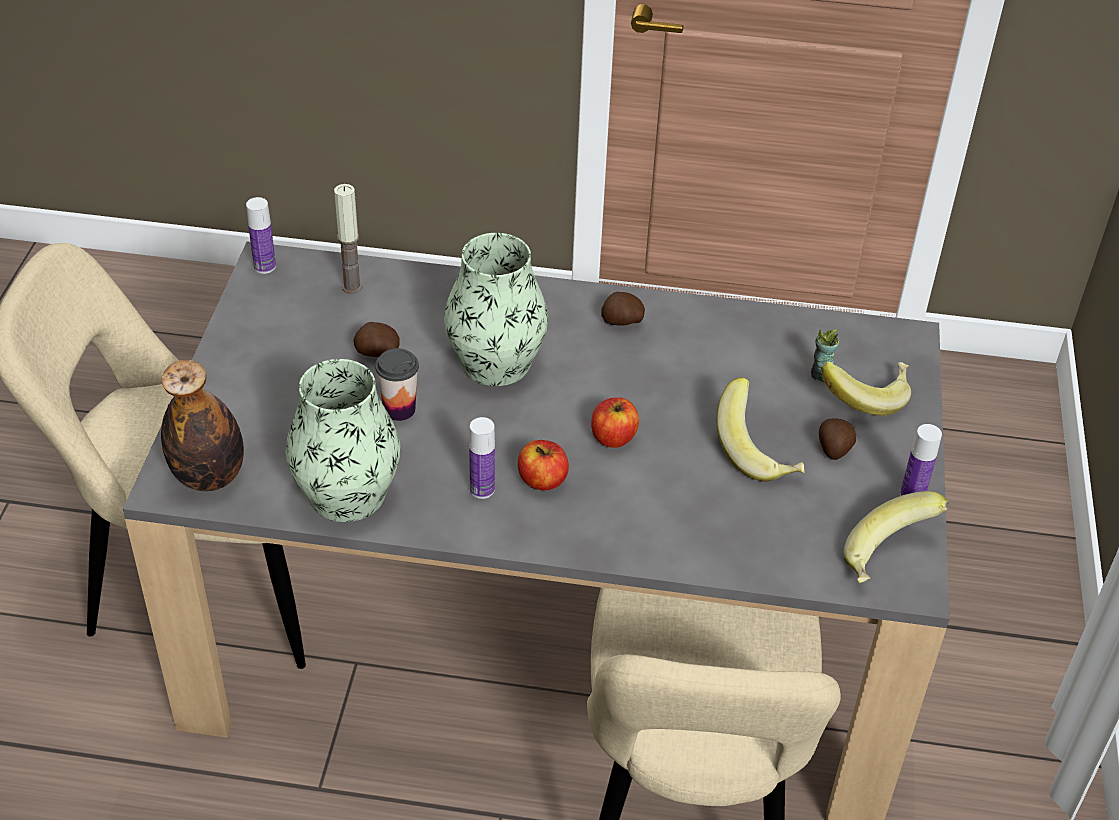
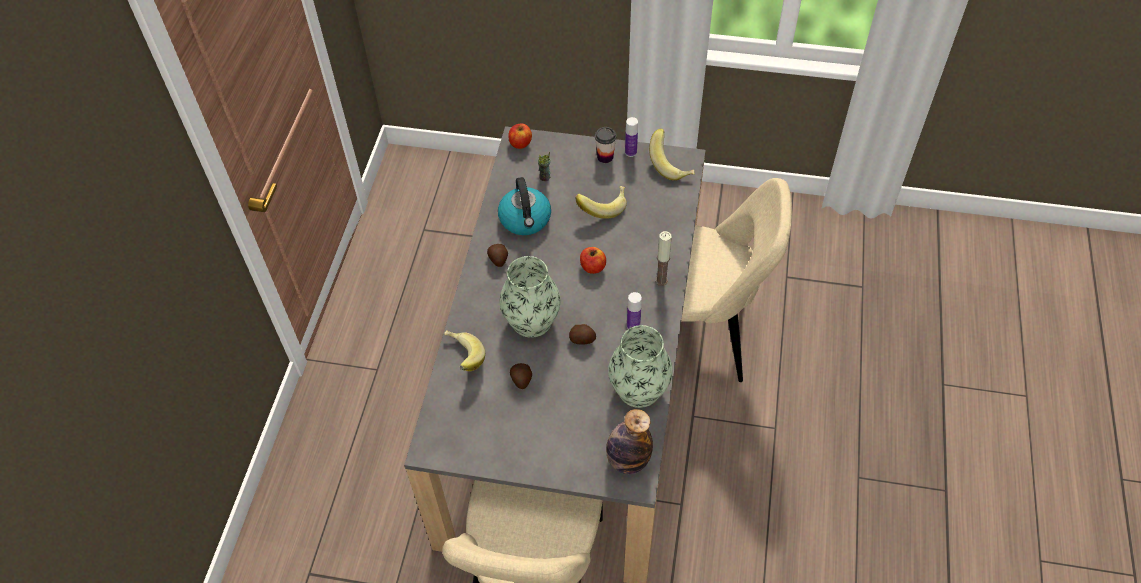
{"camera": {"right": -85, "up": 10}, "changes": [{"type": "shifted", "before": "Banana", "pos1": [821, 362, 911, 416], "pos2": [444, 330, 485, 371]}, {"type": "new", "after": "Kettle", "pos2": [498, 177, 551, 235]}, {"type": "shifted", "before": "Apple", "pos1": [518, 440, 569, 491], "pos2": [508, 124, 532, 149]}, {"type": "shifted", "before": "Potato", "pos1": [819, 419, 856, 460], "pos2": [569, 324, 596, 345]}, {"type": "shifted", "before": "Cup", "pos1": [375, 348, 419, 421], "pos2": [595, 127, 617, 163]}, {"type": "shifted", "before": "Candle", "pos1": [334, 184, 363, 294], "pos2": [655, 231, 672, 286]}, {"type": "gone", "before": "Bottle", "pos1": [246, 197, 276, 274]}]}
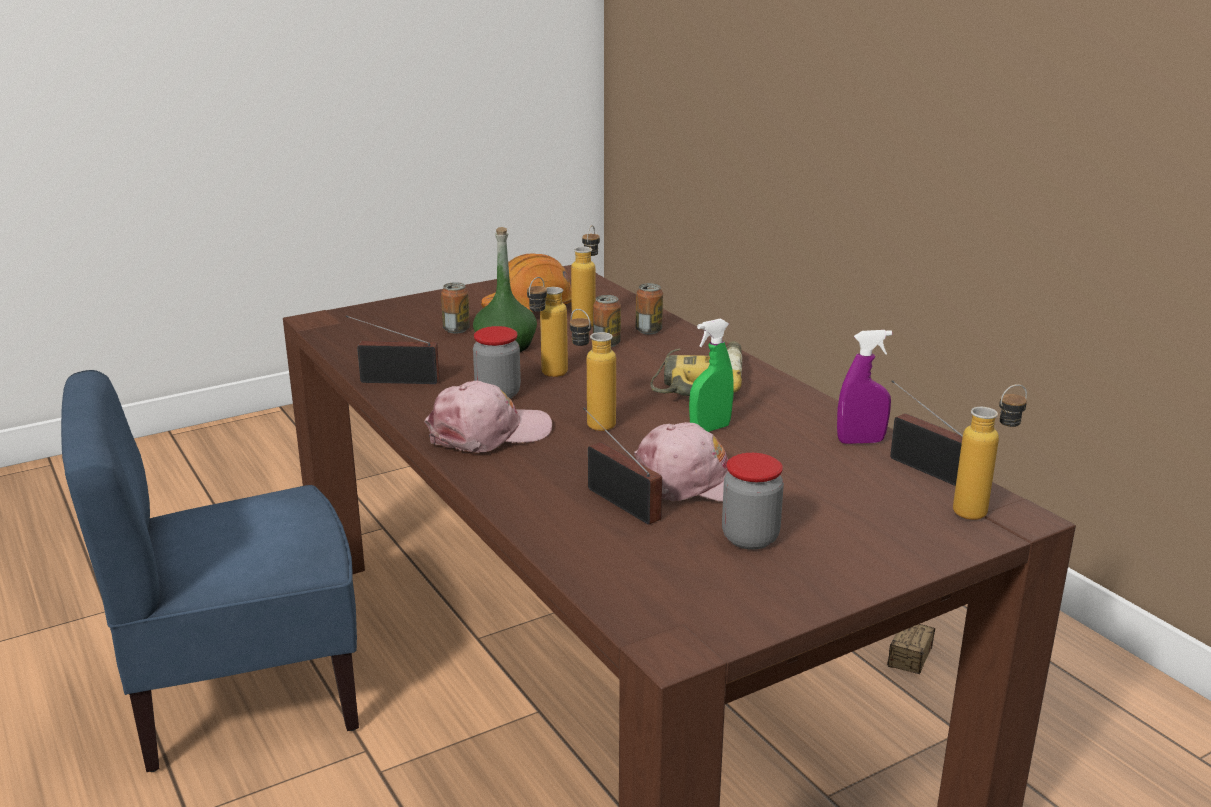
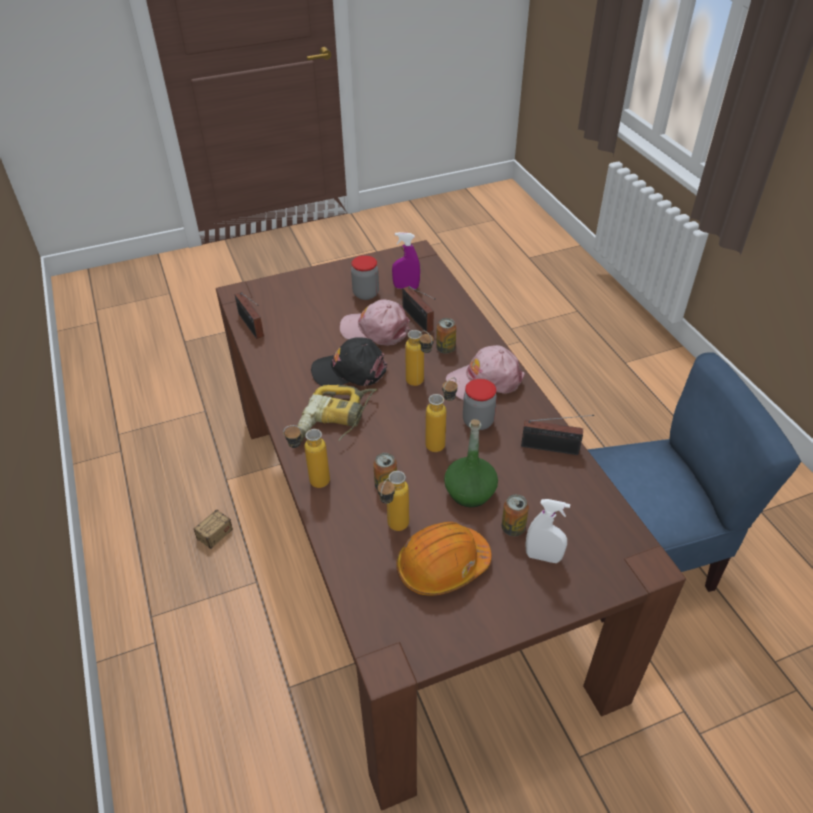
{"camera": {"right": -170, "up": 20}, "changes": [{"type": "shifted", "before": "Bottle", "pos1": [953, 384, 1027, 520], "pos2": [283, 425, 330, 488]}, {"type": "swapped", "before": "GreenSprayBottle", "after": "BlackCap", "pos1": [689, 319, 734, 432], "pos2": [311, 337, 387, 386]}, {"type": "shifted", "before": "PurpleSprayBottle", "pos1": [837, 330, 892, 444], "pos2": [392, 232, 420, 289]}, {"type": "shifted", "before": "Can", "pos1": [635, 283, 663, 334], "pos2": [436, 318, 456, 354]}, {"type": "new", "after": "WhiteSprayBottle", "pos2": [525, 499, 570, 563]}]}
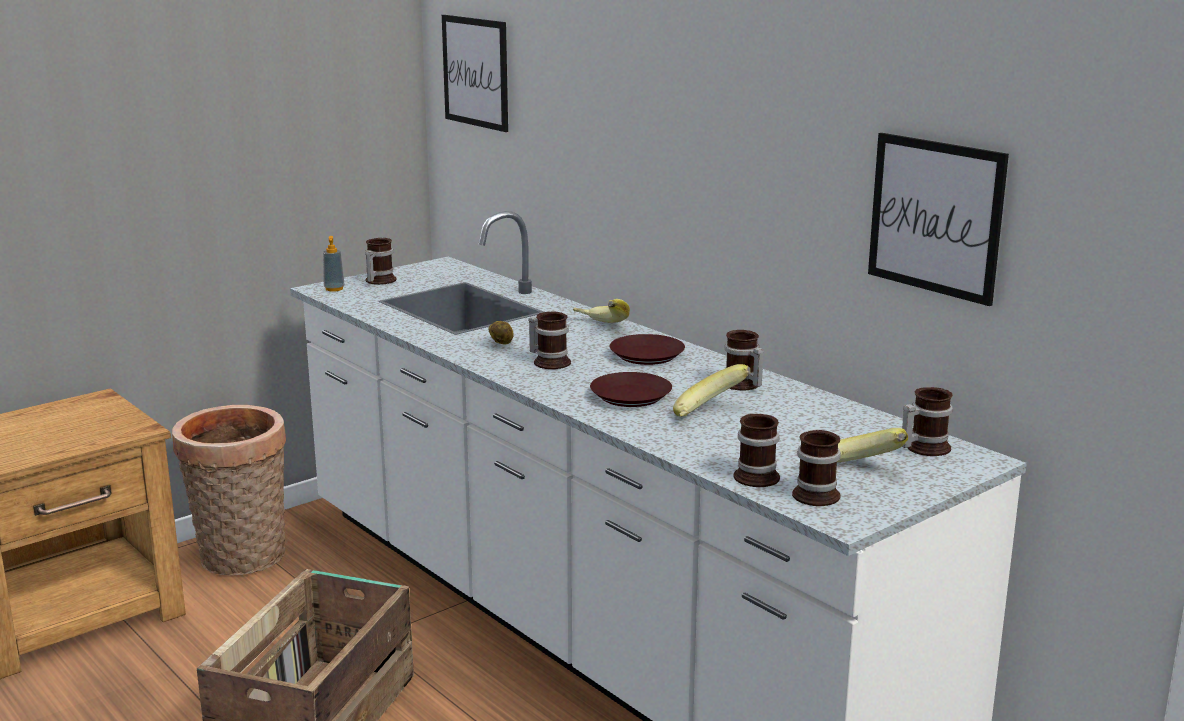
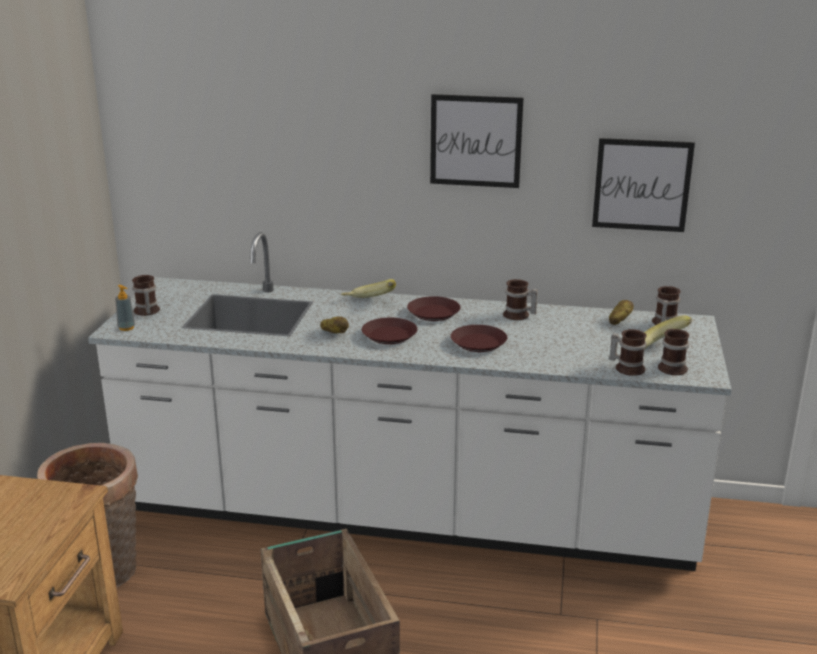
{"camera": {"right": -40, "up": 5}, "changes": [{"type": "swapped", "before": "Mug", "after": "BrownPlate", "pos1": [529, 312, 571, 369], "pos2": [362, 318, 417, 344]}, {"type": "shifted", "before": "Picture", "pos1": [442, 15, 508, 132], "pos2": [430, 94, 523, 188]}, {"type": "new", "after": "Potato", "pos2": [609, 300, 634, 325]}, {"type": "gone", "before": "Banana", "pos1": [673, 364, 751, 417]}]}
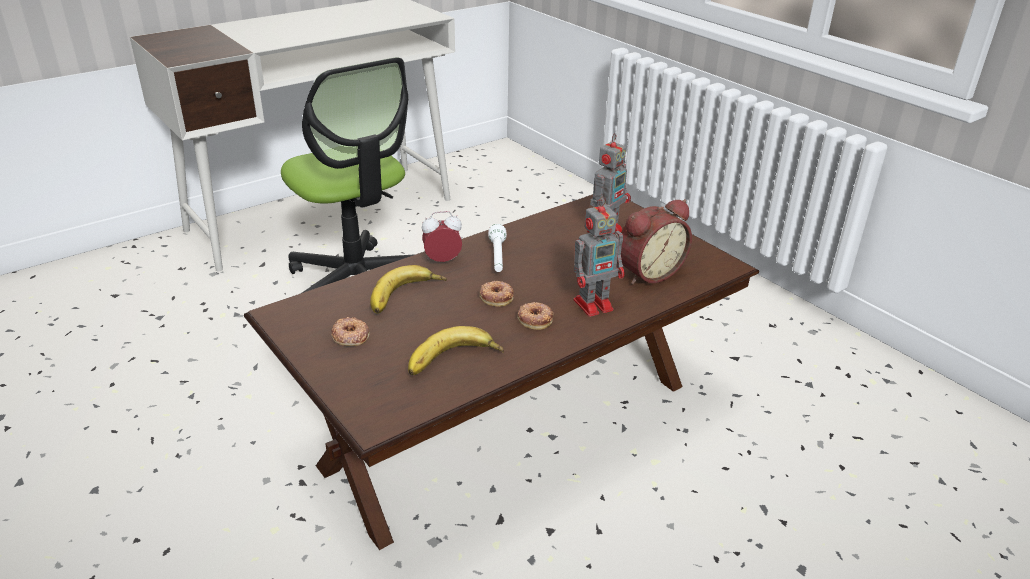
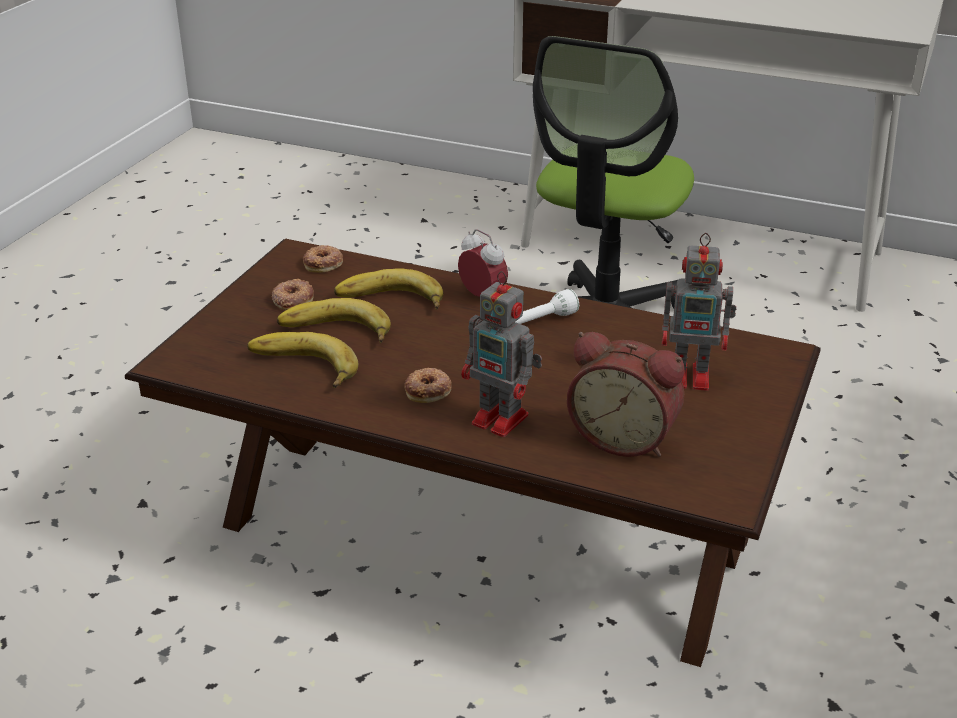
{"camera": {"right": 60, "up": 0}, "changes": [{"type": "new", "after": "Banana", "pos2": [277, 298, 391, 343]}, {"type": "shifted", "before": "Donut", "pos1": [479, 281, 514, 307], "pos2": [303, 245, 343, 273]}]}
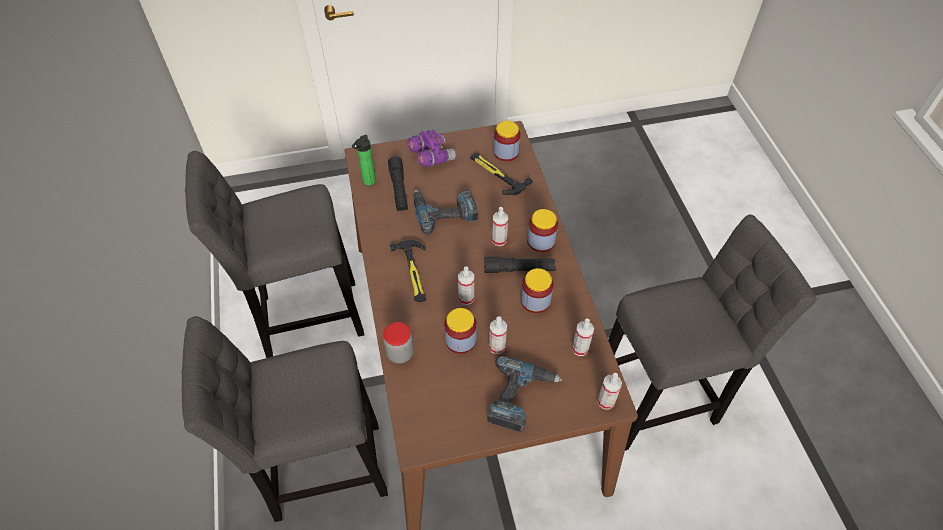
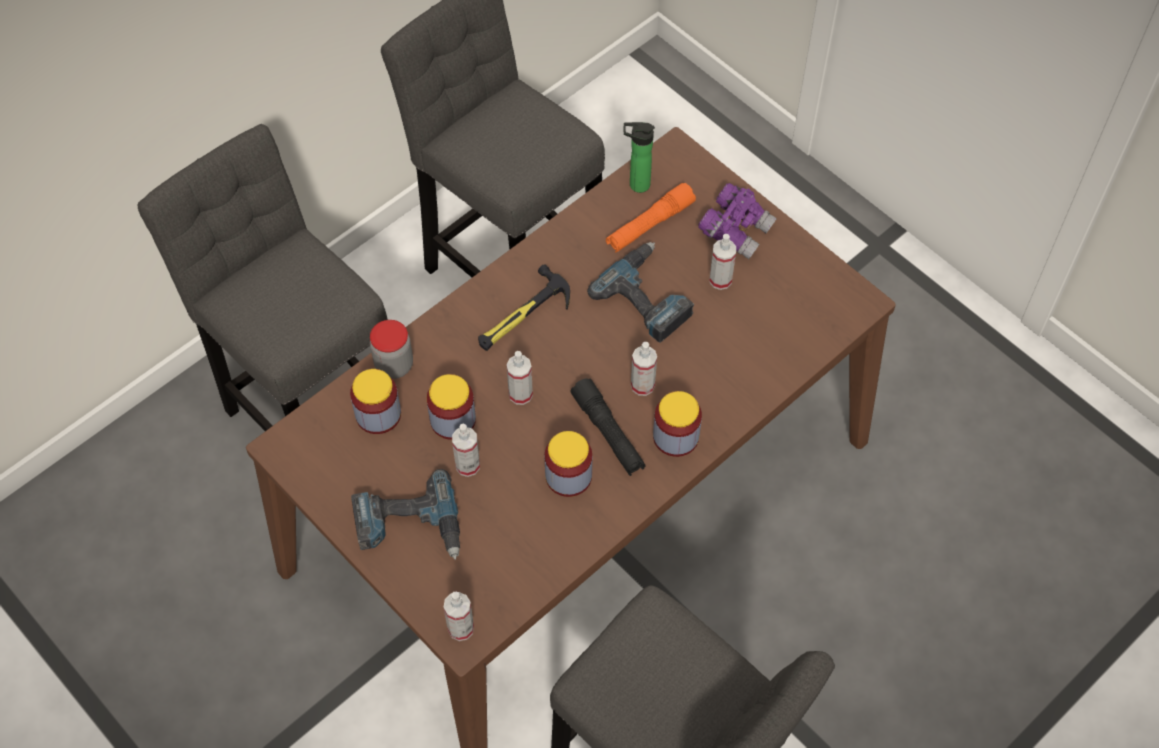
{"camera": {"right": 60, "up": 5}, "changes": [{"type": "shifted", "before": "Jar", "pos1": [493, 121, 520, 161], "pos2": [350, 369, 401, 434]}, {"type": "repainted", "before": "BlackFlashlight", "after": "OrangeFlashlight", "pos1": [388, 156, 408, 211], "pos2": [606, 183, 696, 252]}, {"type": "shifted", "before": "SprayBottle", "pos1": [572, 319, 594, 356], "pos2": [709, 234, 736, 290]}, {"type": "gone", "before": "Hammer", "pos1": [470, 153, 532, 195]}]}
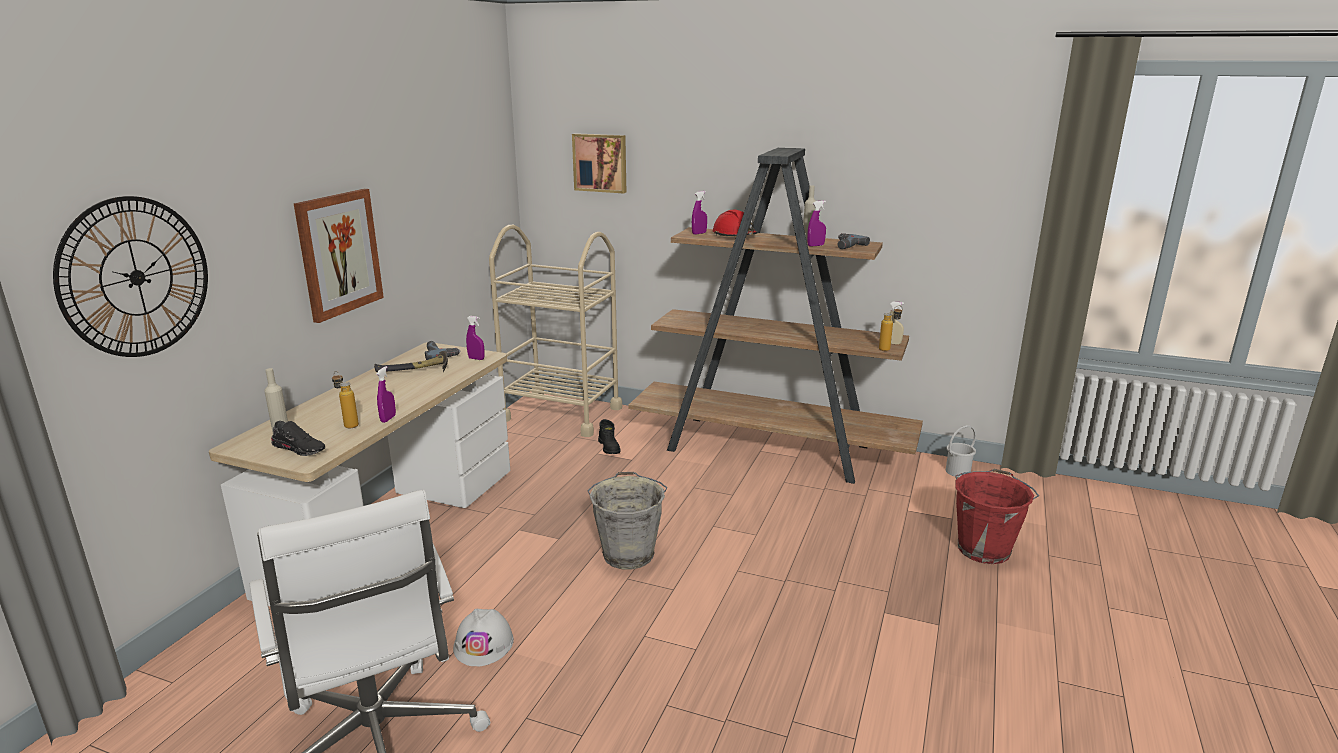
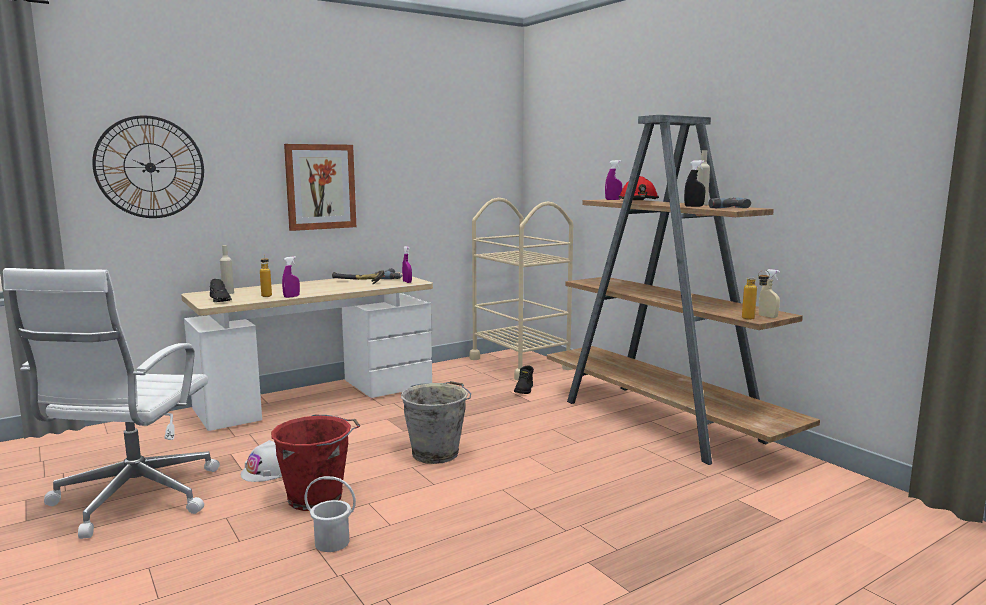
{"camera": {"right": 35, "up": -10}, "changes": [{"type": "shifted", "before": "RedBucket", "pos1": [955, 469, 1039, 564], "pos2": [271, 415, 360, 511]}, {"type": "shifted", "before": "WhiteBucket", "pos1": [946, 425, 976, 477], "pos2": [304, 476, 356, 552]}, {"type": "repainted", "before": "PurpleSprayBottle", "after": "BlackSprayBottle", "pos1": [807, 201, 826, 247], "pos2": [684, 160, 705, 207]}, {"type": "gone", "before": "Picture", "pos1": [572, 133, 626, 193]}]}
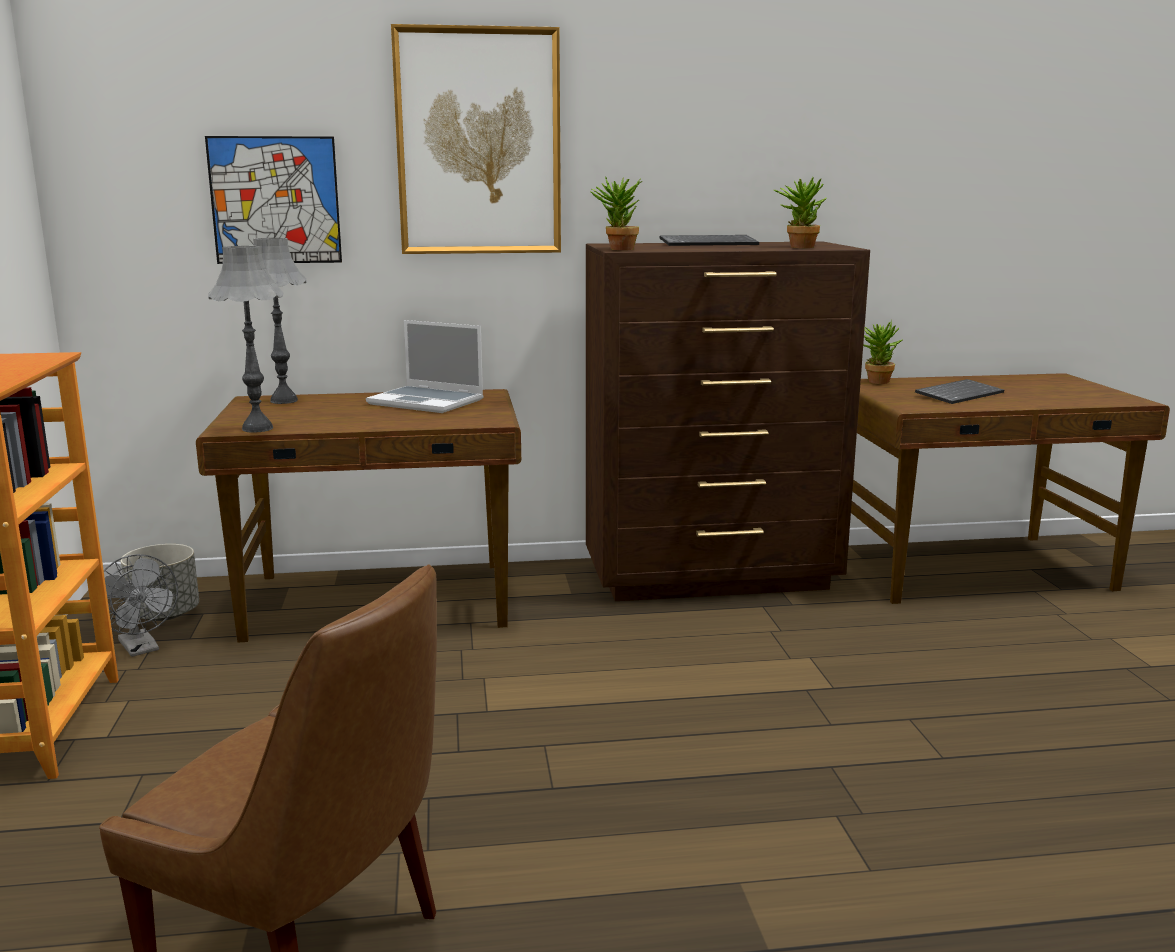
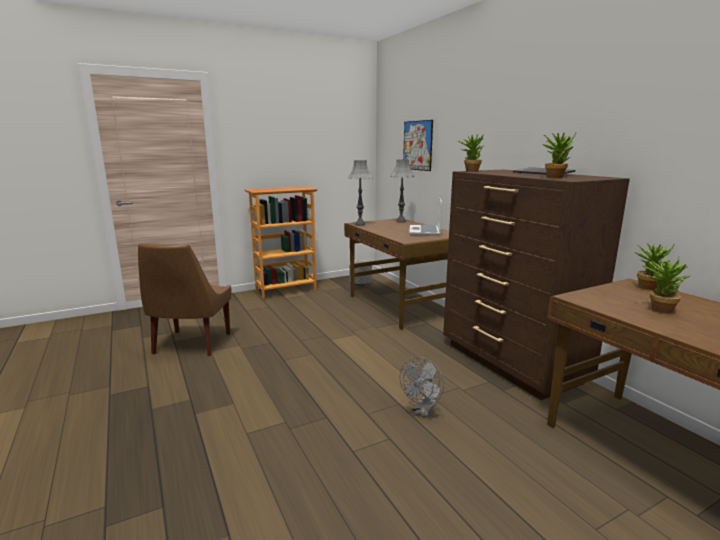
{"camera": {"right": 70, "up": 0}, "changes": [{"type": "shifted", "before": "GreyFan", "pos1": [104, 554, 178, 657], "pos2": [400, 357, 444, 417]}, {"type": "swapped", "before": "Keyboard", "after": "PottedPlant", "pos1": [915, 379, 1004, 404], "pos2": [641, 257, 690, 313]}, {"type": "gone", "before": "Picture", "pos1": [391, 24, 561, 254]}]}
